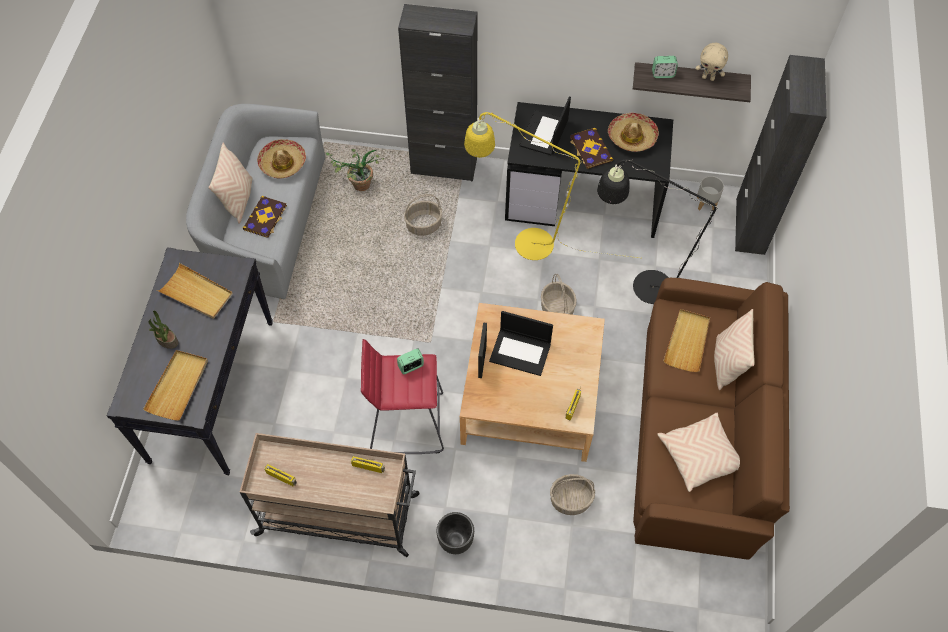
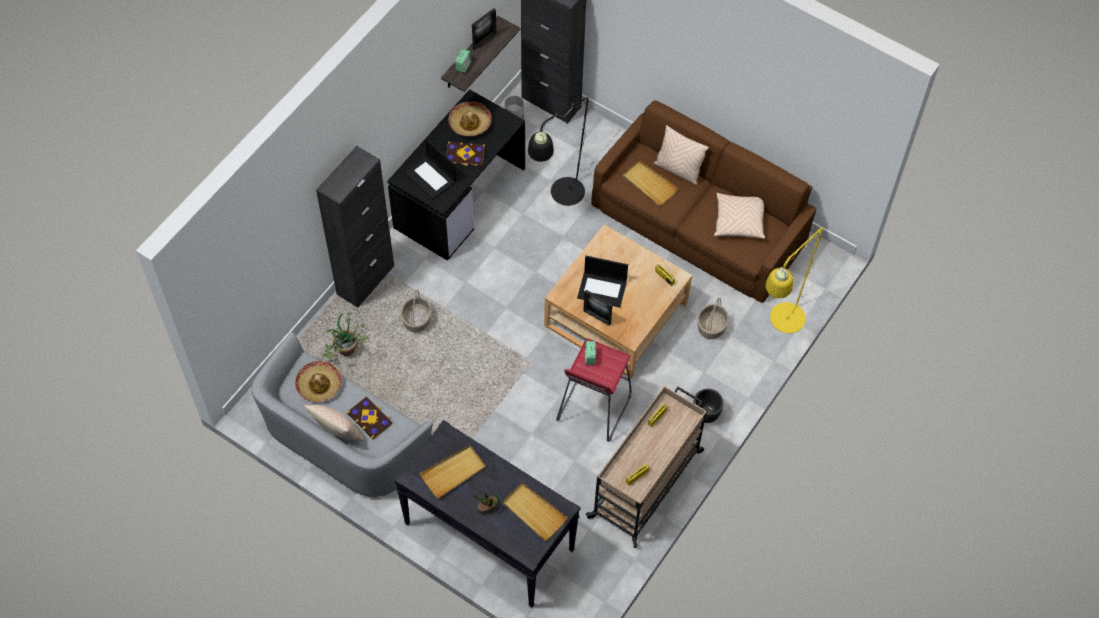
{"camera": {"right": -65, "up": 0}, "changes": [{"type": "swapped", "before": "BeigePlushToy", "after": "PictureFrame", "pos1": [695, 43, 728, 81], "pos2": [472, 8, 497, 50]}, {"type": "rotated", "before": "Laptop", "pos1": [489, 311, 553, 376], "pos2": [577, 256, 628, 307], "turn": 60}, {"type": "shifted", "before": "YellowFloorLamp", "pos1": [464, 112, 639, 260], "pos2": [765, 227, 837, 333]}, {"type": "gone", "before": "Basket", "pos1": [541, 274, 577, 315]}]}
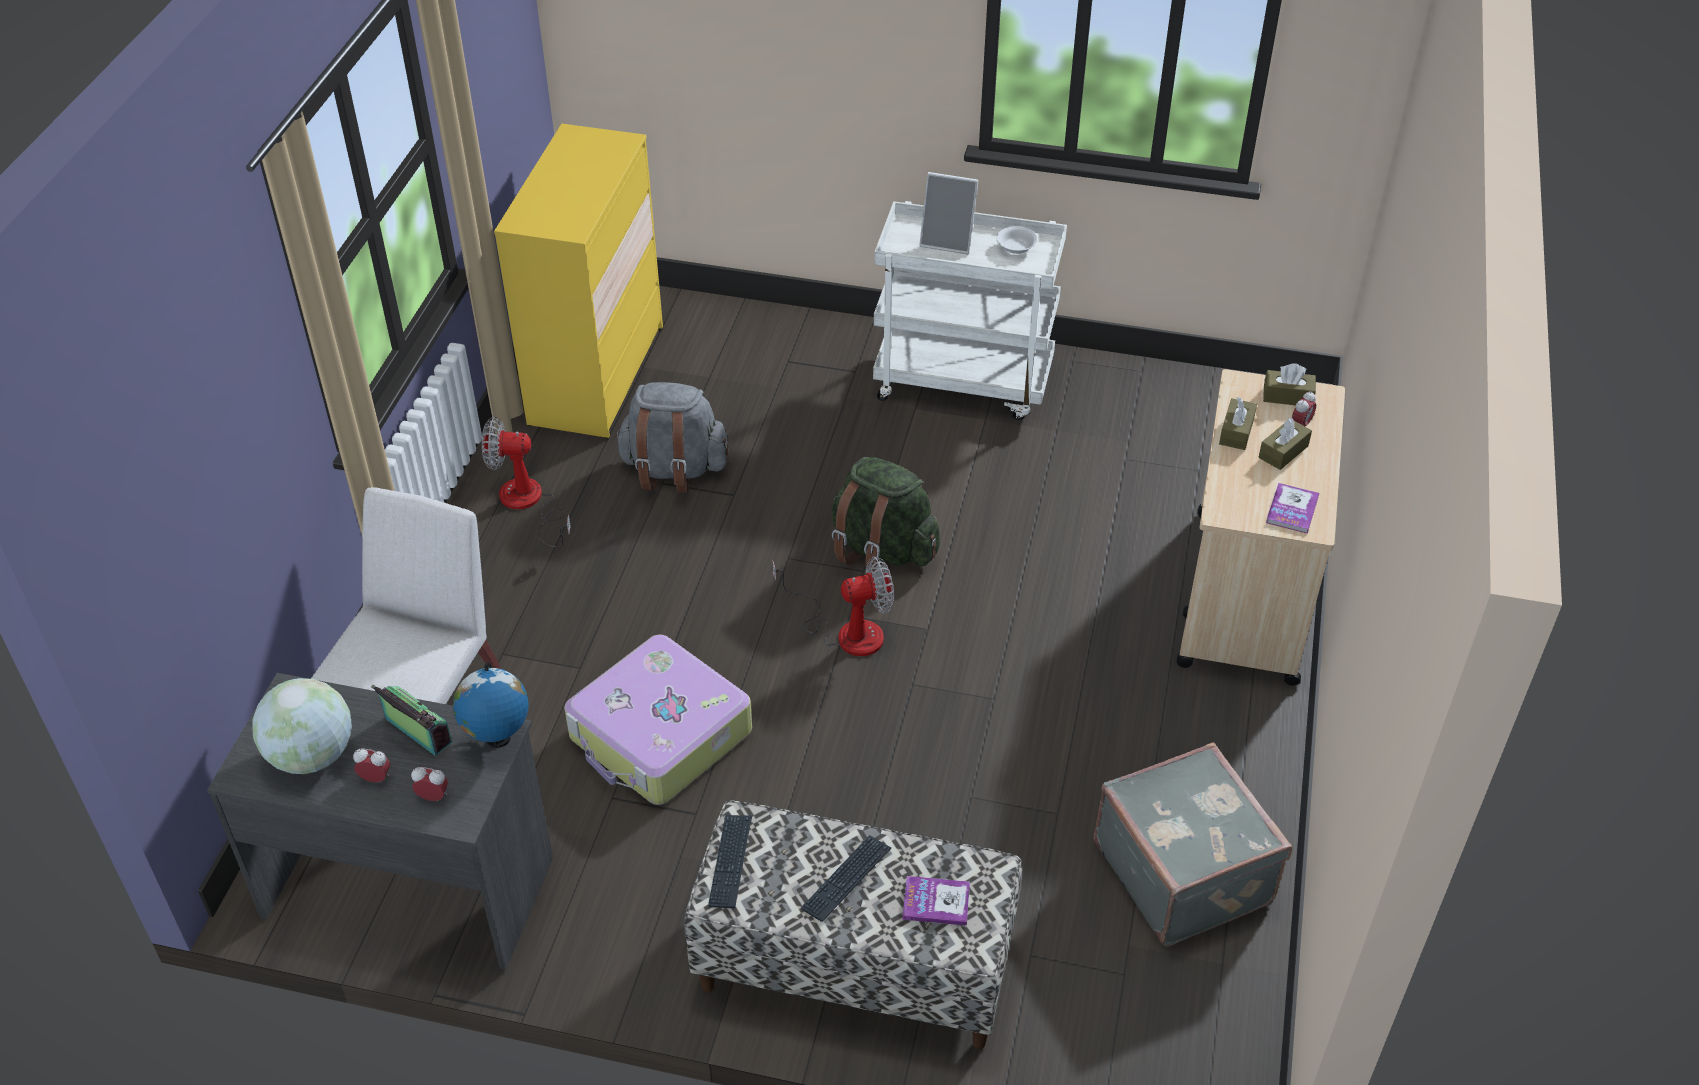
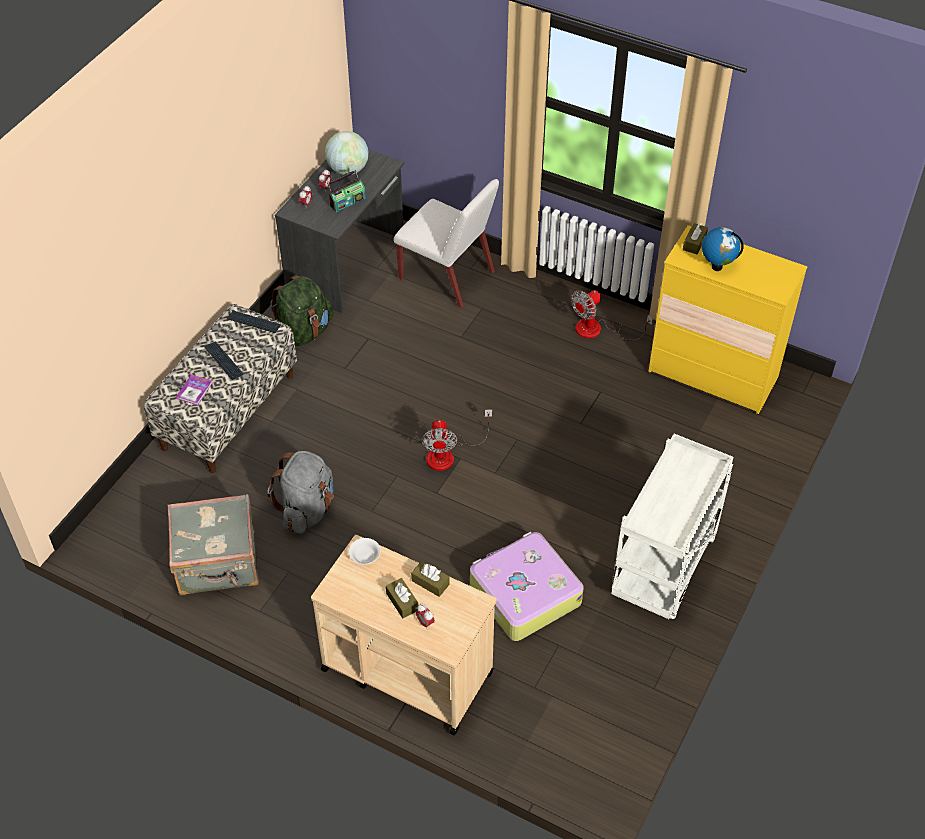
{"camera": {"right": 105, "up": 5}, "changes": [{"type": "shifted", "before": "GreyBackpack", "pos1": [615, 382, 729, 493], "pos2": [267, 451, 334, 534]}, {"type": "shifted", "before": "GreenBackpack", "pos1": [832, 457, 940, 573], "pos2": [270, 275, 334, 346]}, {"type": "shifted", "before": "WhiteBowl", "pos1": [996, 226, 1038, 254], "pos2": [349, 538, 381, 564]}, {"type": "shifted", "before": "Suitcase", "pos1": [564, 634, 752, 805], "pos2": [470, 532, 584, 641]}, {"type": "rotated", "before": "Fan", "pos1": [482, 417, 571, 548], "pos2": [571, 290, 653, 341], "turn": -150}, {"type": "shifted", "before": "BrownTissueBox", "pos1": [1263, 363, 1316, 405], "pos2": [683, 223, 708, 254]}, {"type": "shifted", "before": "Globe", "pos1": [453, 662, 528, 748], "pos2": [702, 227, 744, 271]}, {"type": "gone", "before": "PictureFrame", "pos1": [919, 172, 978, 255]}, {"type": "gone", "before": "Book", "pos1": [1266, 483, 1319, 534]}]}
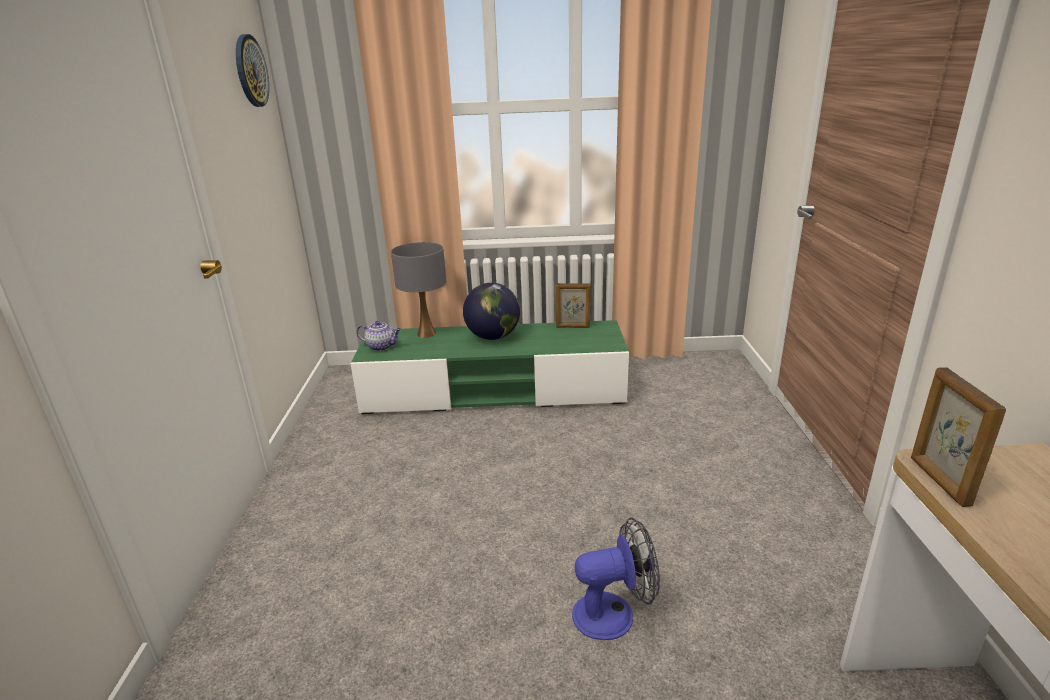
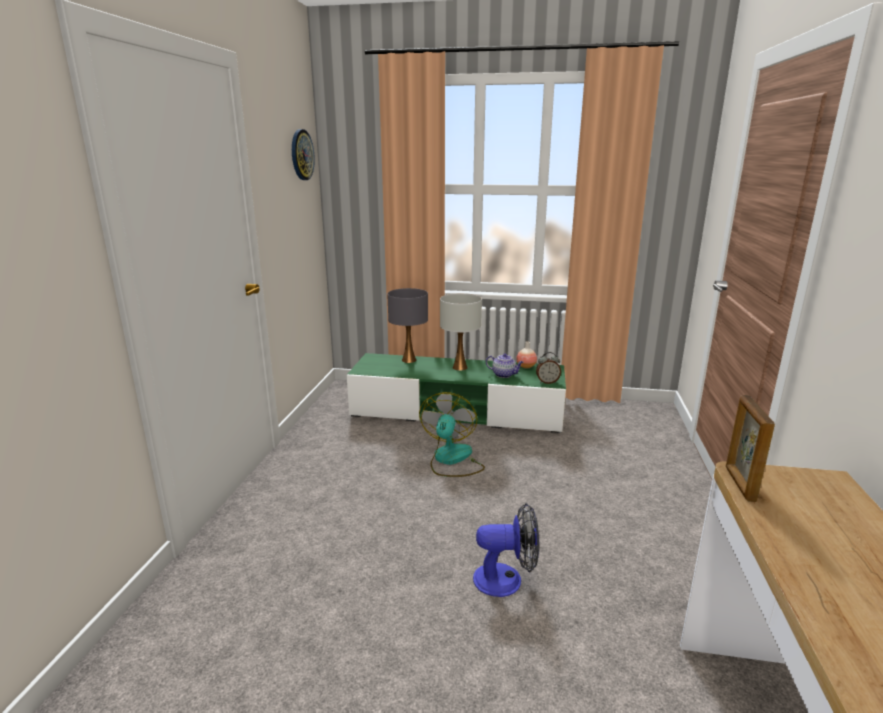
{"camera": {"right": 10, "up": -5}, "changes": [{"type": "new", "after": "Fan", "pos2": [419, 392, 485, 477]}, {"type": "swapped", "before": "Globe", "after": "WhiteTableLamp", "pos1": [463, 283, 520, 340], "pos2": [440, 293, 482, 371]}, {"type": "shifted", "before": "Teapot", "pos1": [357, 321, 401, 351], "pos2": [486, 353, 523, 378]}, {"type": "swapped", "before": "PictureFrame", "after": "Vase", "pos1": [556, 283, 591, 328], "pos2": [516, 341, 537, 368]}, {"type": "new", "after": "AlarmClock", "pos2": [536, 352, 561, 384]}]}
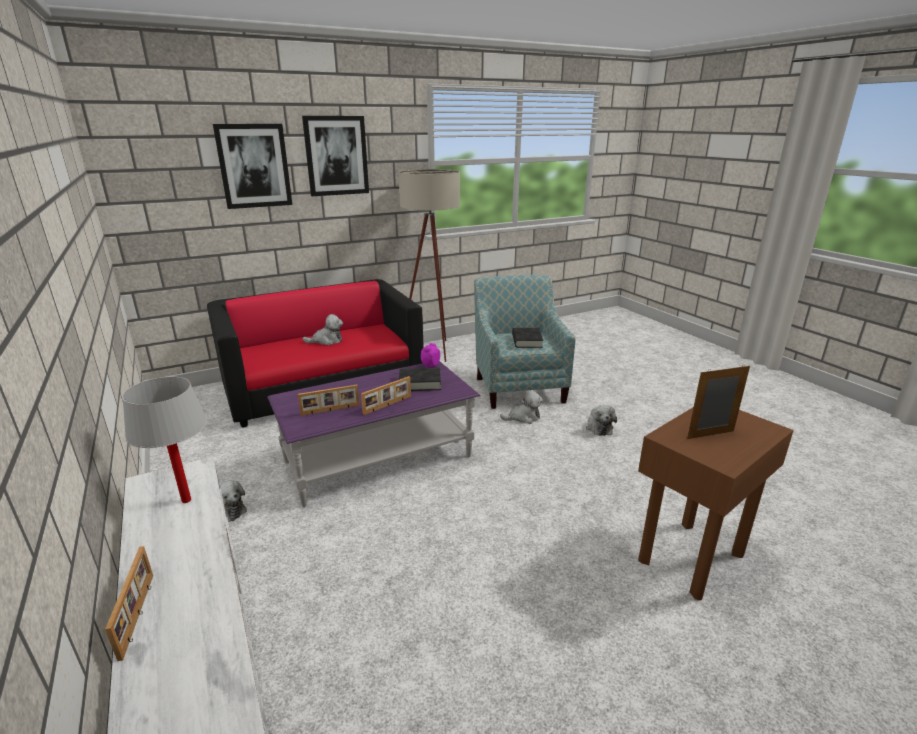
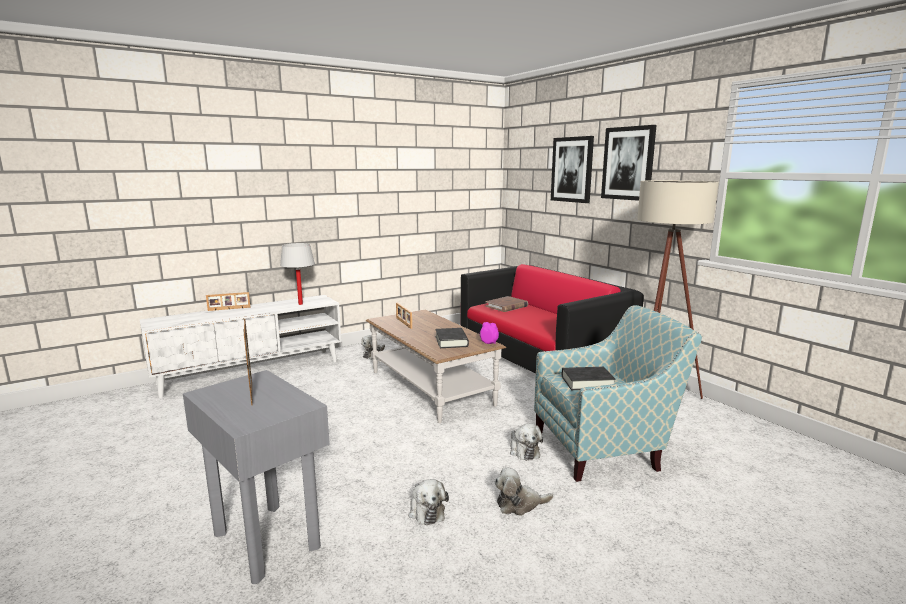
{"camera": {"right": 85, "up": -10}, "changes": [{"type": "repainted", "before": "BrownSideTable", "after": "GreySideTable", "pos1": [638, 407, 794, 600], "pos2": [183, 370, 330, 584]}, {"type": "repainted", "before": "PurpleCoffeeTable", "after": "BrownCoffeeTable", "pos1": [267, 361, 480, 507], "pos2": [366, 309, 506, 423]}, {"type": "shifted", "before": "PlushToy", "pos1": [302, 314, 343, 345], "pos2": [409, 479, 449, 525]}, {"type": "new", "after": "BrownBook", "pos2": [485, 296, 528, 312]}, {"type": "gone", "before": "PictureFrame", "pos1": [361, 376, 411, 415]}]}
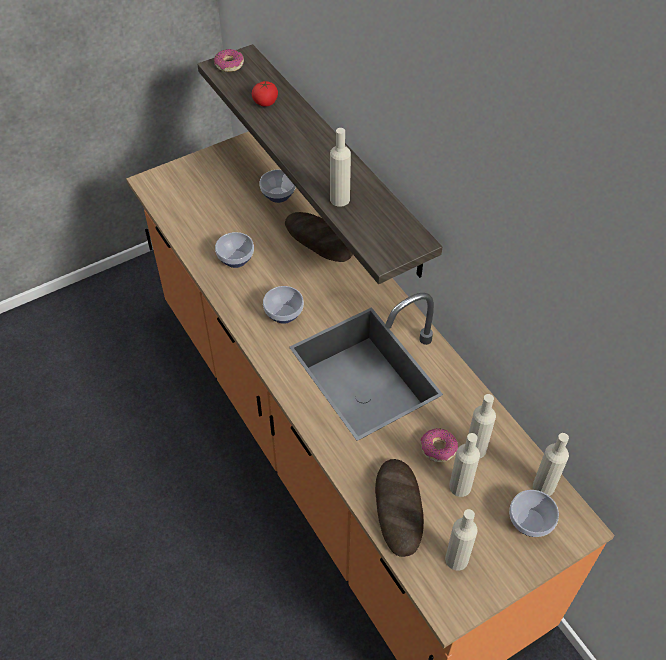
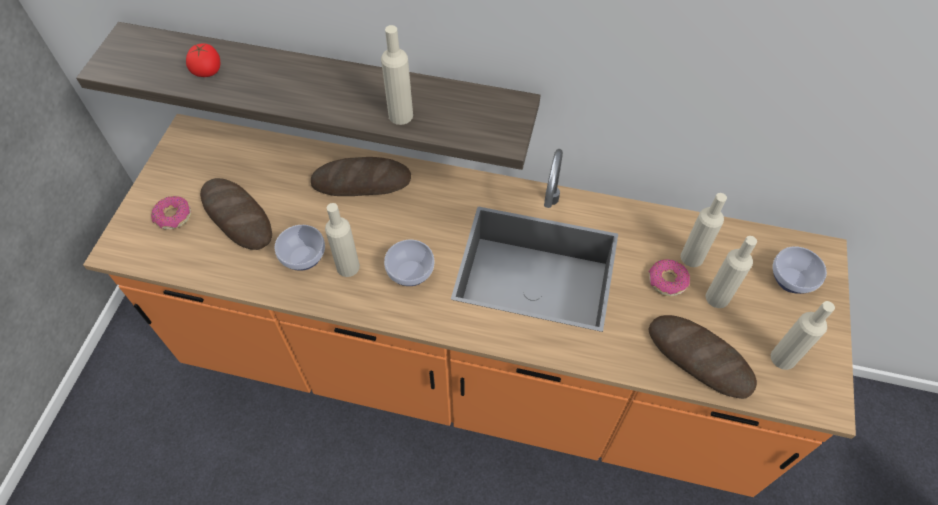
{"camera": {"right": -45, "up": 5}, "changes": [{"type": "shifted", "before": "Donut", "pos1": [214, 49, 244, 72], "pos2": [151, 196, 191, 230]}, {"type": "new", "after": "Bread", "pos2": [200, 178, 272, 250]}, {"type": "shifted", "before": "BeigeBottle", "pos1": [533, 433, 569, 496], "pos2": [325, 203, 360, 277]}, {"type": "gone", "before": "Bowl", "pos1": [260, 170, 296, 203]}]}
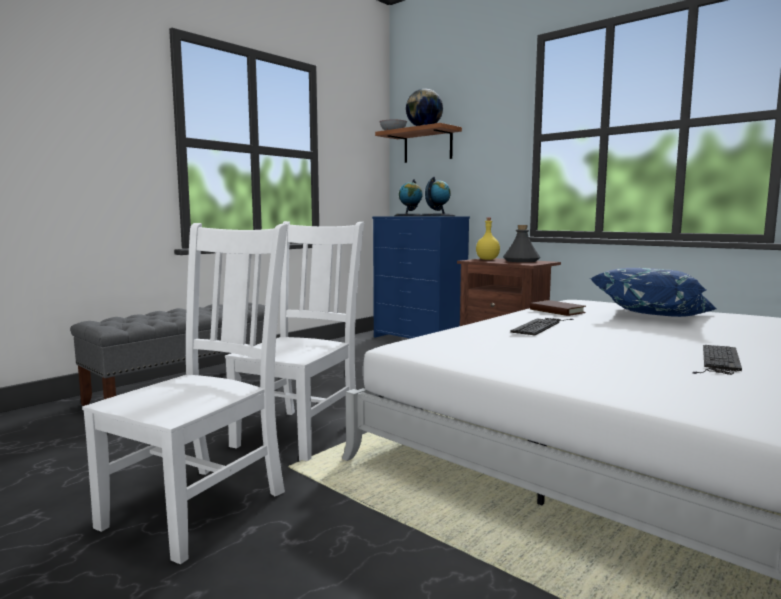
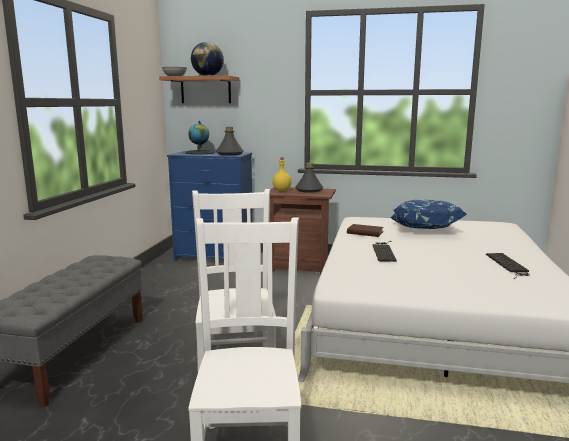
{"camera": {"right": -30, "up": 5}, "changes": [{"type": "swapped", "before": "Globe", "after": "GreyBottle", "pos1": [420, 177, 455, 216], "pos2": [216, 127, 244, 155]}]}
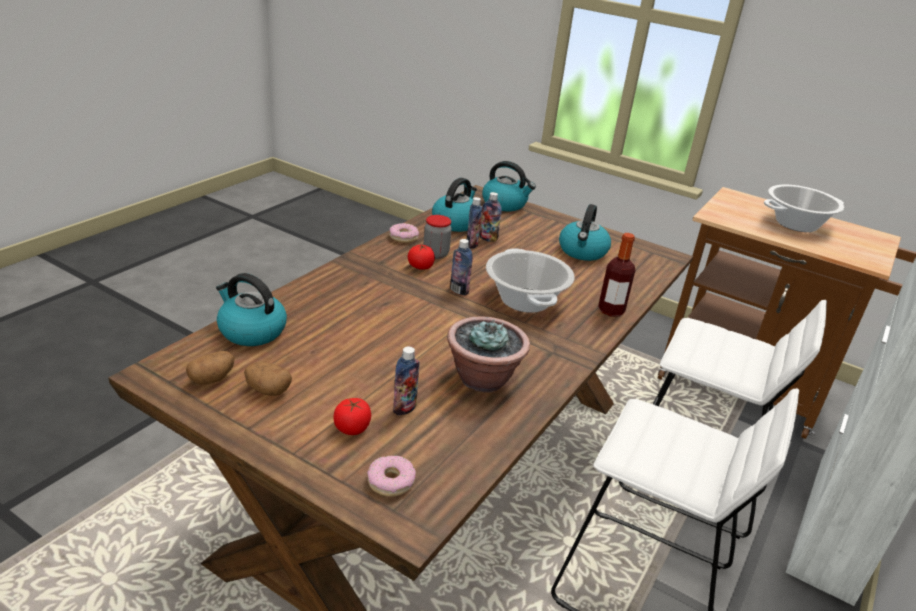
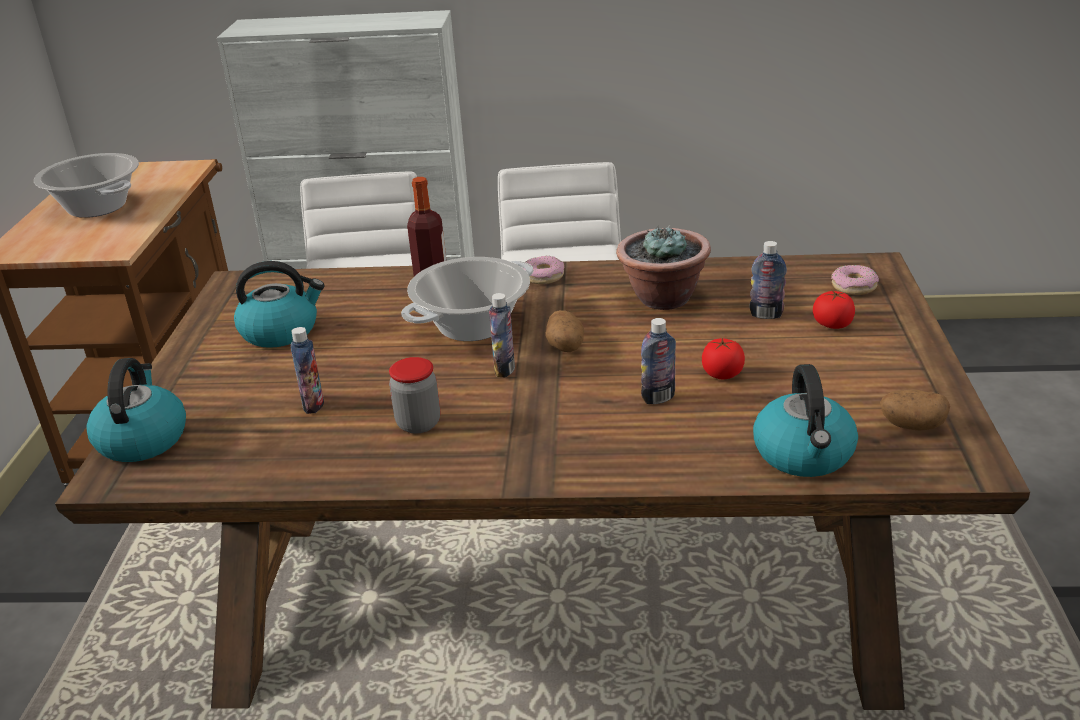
{"camera": {"right": -115, "up": 0}, "changes": [{"type": "shifted", "before": "Donut", "pos1": [390, 223, 419, 243], "pos2": [523, 256, 564, 284]}, {"type": "shifted", "before": "Potato", "pos1": [244, 362, 292, 396], "pos2": [545, 310, 584, 352]}, {"type": "shifted", "before": "Bottle", "pos1": [467, 197, 482, 249], "pos2": [641, 318, 676, 404]}, {"type": "shifted", "before": "Tomato", "pos1": [408, 244, 435, 270], "pos2": [702, 338, 745, 379]}, {"type": "gone", "before": "Kettle", "pos1": [432, 178, 477, 232]}]}
